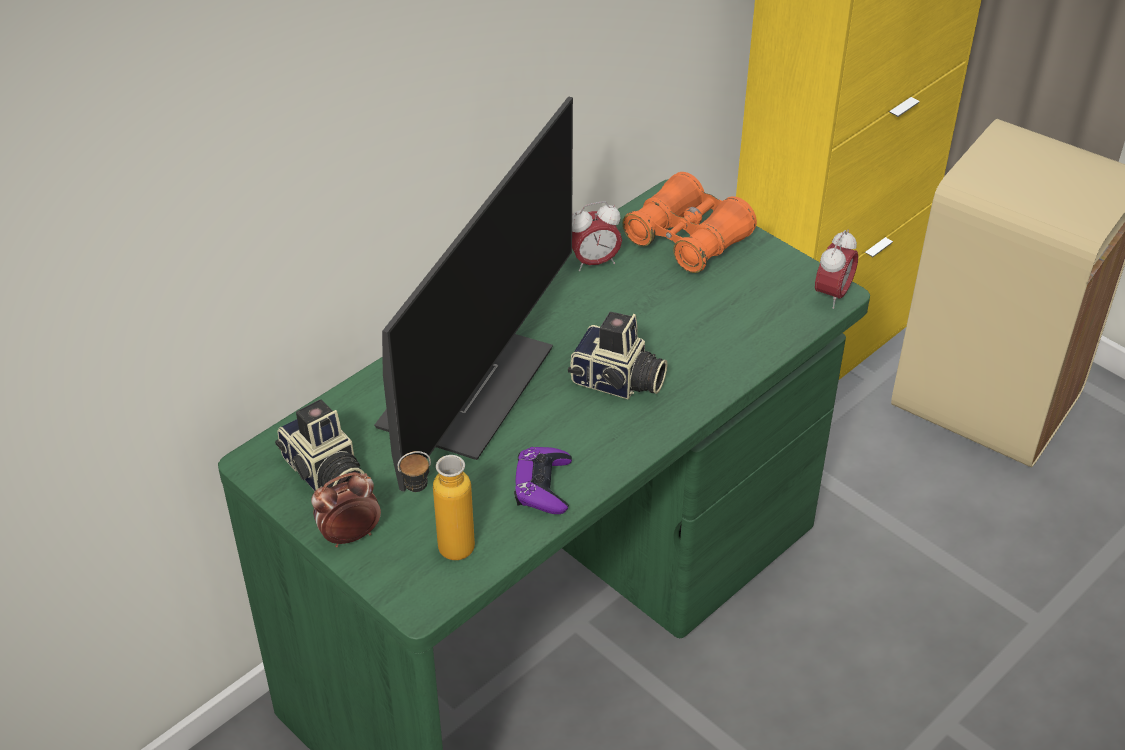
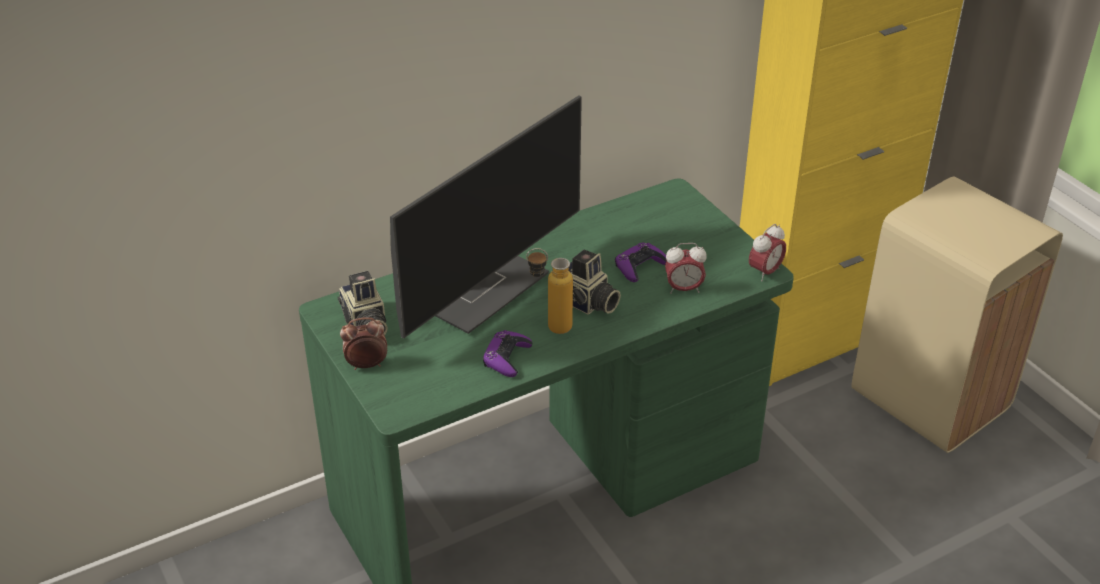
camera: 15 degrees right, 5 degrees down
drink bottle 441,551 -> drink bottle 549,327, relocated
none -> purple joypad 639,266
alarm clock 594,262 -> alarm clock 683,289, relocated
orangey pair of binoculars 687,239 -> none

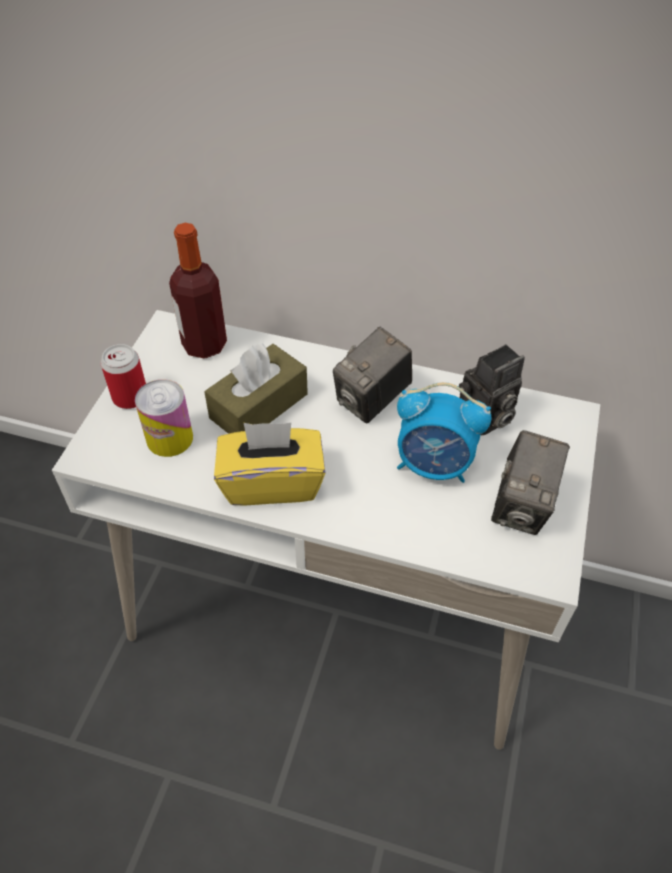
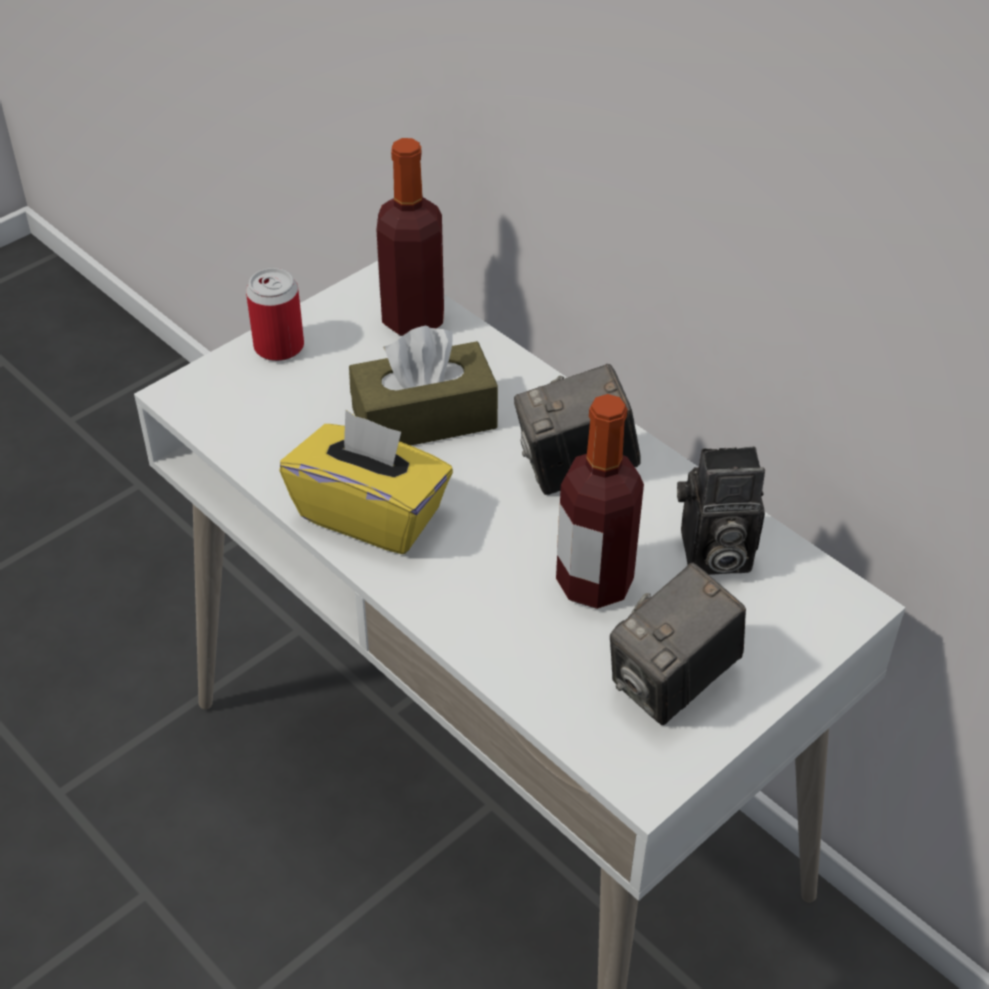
camera: 30 degrees right, 5 degrees down
alarm clock 434,465 -> drink bottle 594,583
can 169,438 -> none

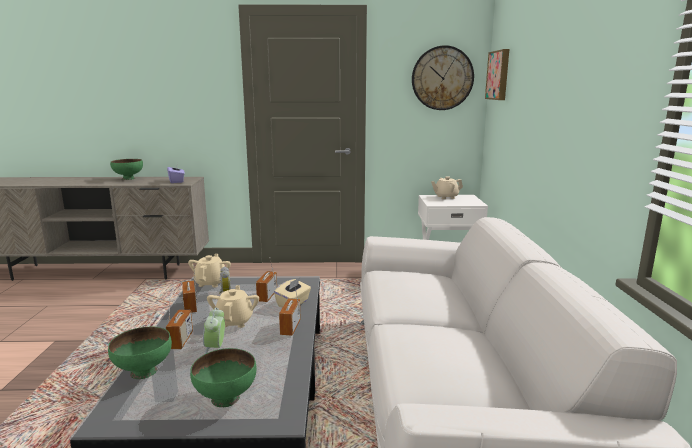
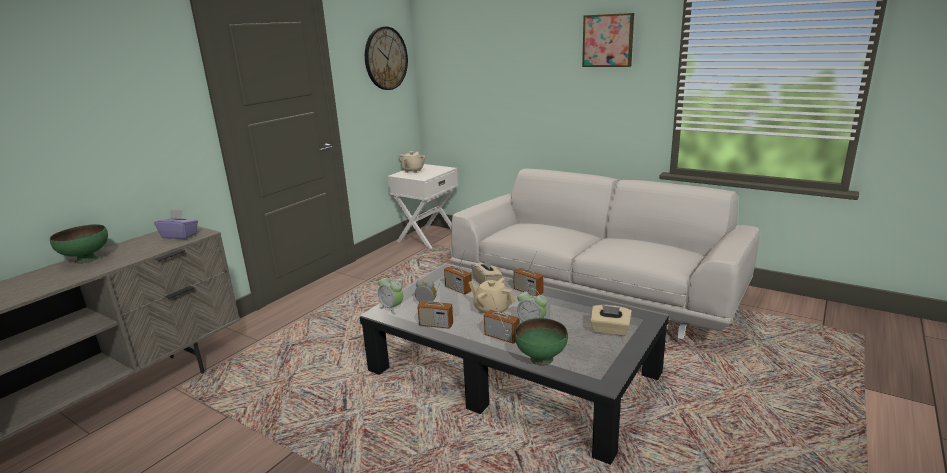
camera: 55 degrees left, 5 degrees up
sand-coloured pot for tea 211,283 -> alarm clock 391,308
wall art 499,75 -> wall art 608,40, relocated
green deep dish 226,398 -> sand-coloured box of tissues 610,330

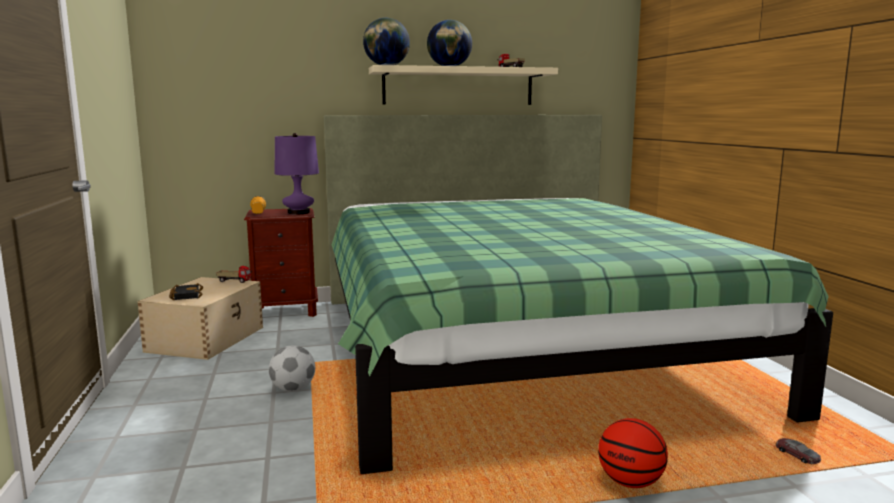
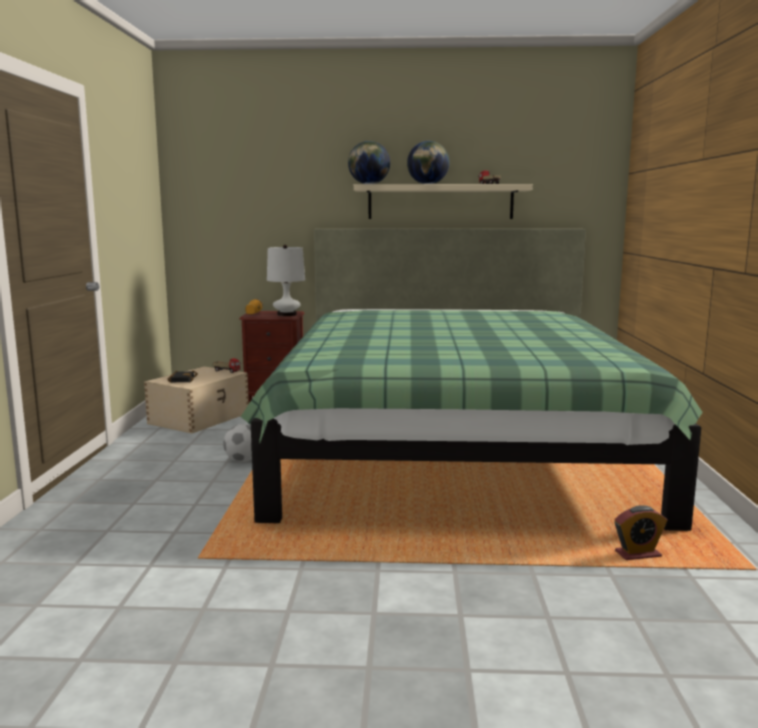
camera: 15 degrees right, 0 degrees up
purple table lamp 298,212 -> white table lamp 286,314
miniature car 797,455 -> alarm clock 638,554
basketball 630,482 -> none

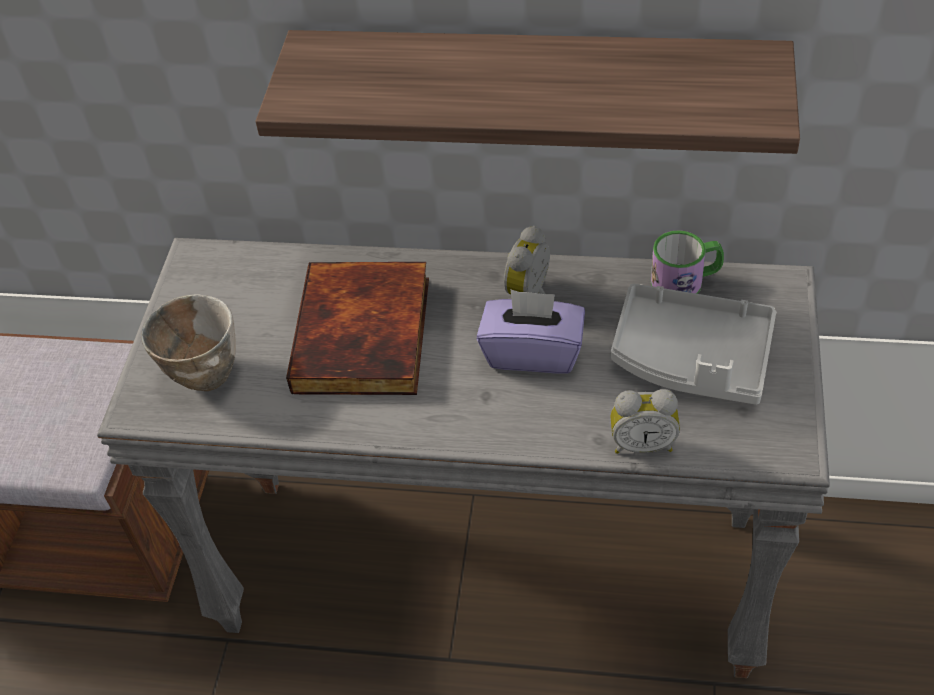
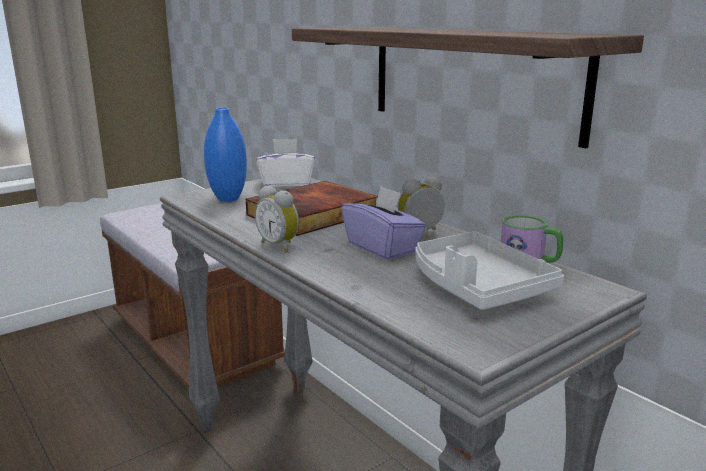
camera: 40 degrees right, 30 degrees down
deep dish 205,374 -> blue-coloured vase 228,199
alarm clock 642,443 -> alarm clock 280,245, relocated
none -> white box of tissues 286,183

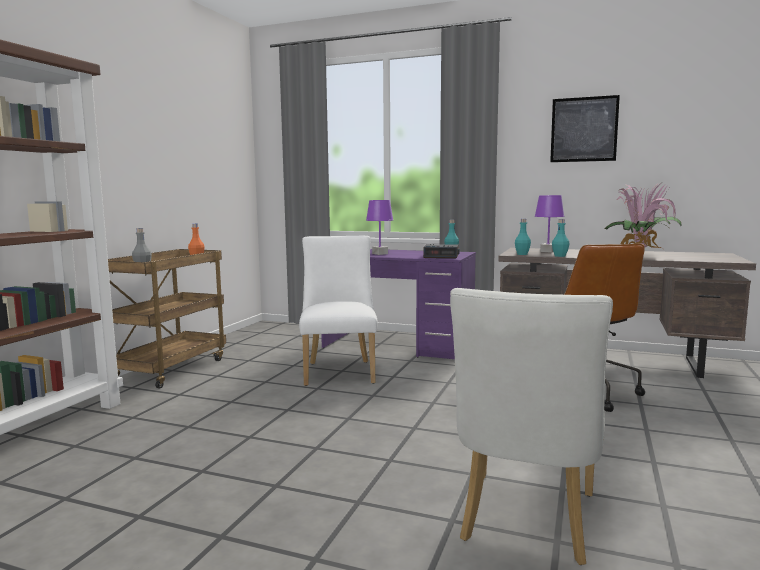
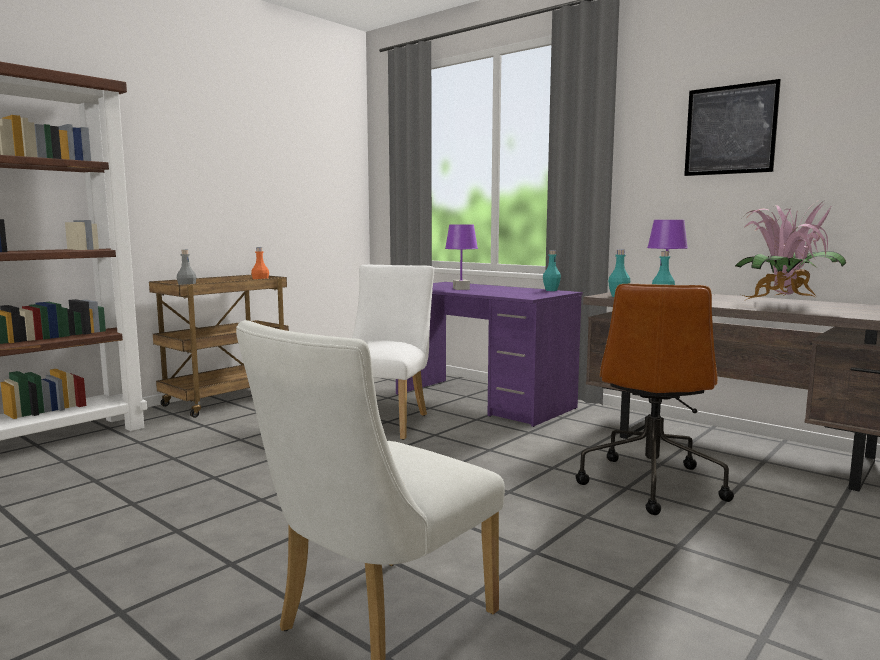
camera: 20 degrees right, 0 degrees up
alarm clock 441,256 -> none

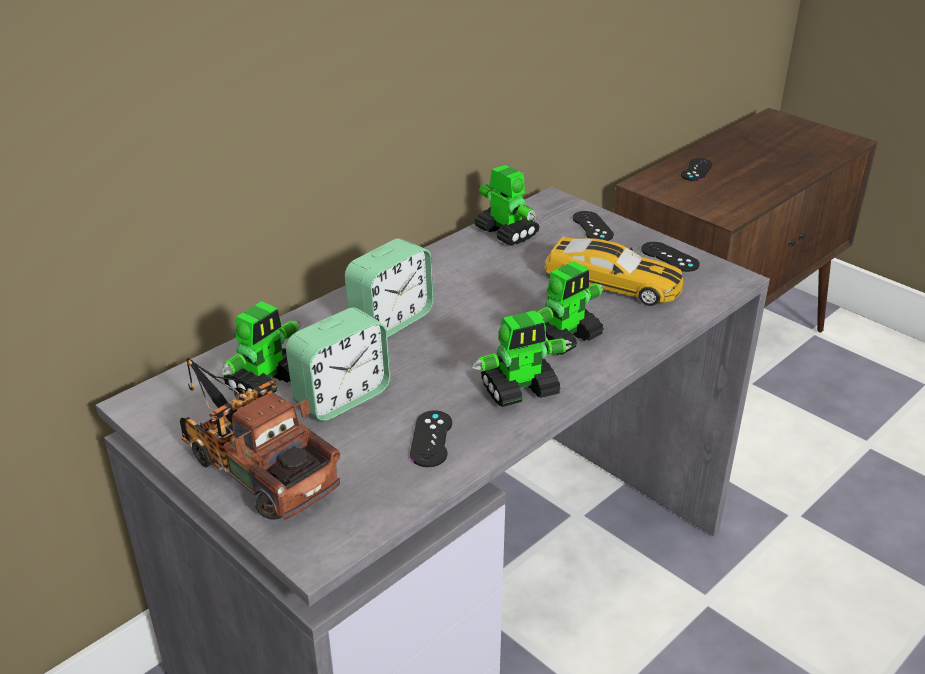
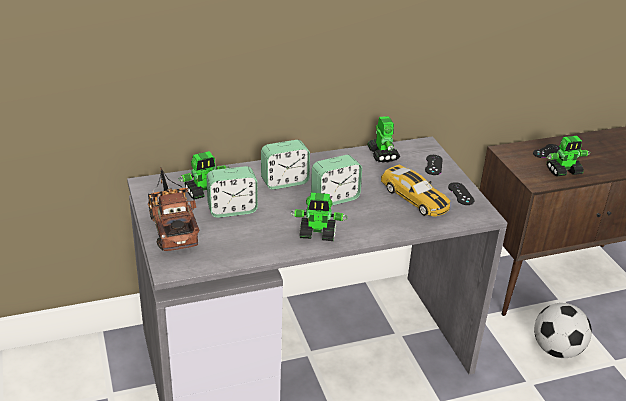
camera: 25 degrees right, 0 degrees up
none -> alarm clock 335,198
none -> football 556,350
toy robot 565,338 -> toy robot 564,171, relocated
black-coloured joypad 431,439 -> none

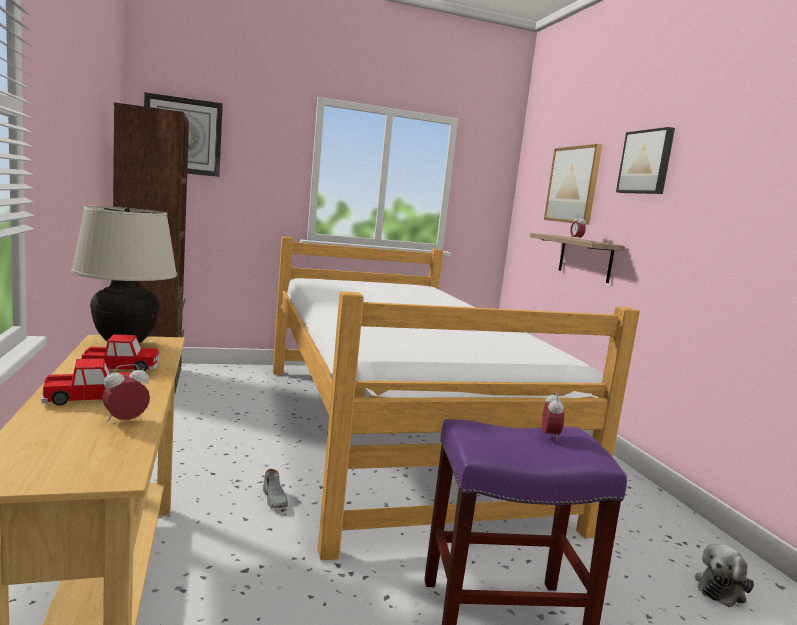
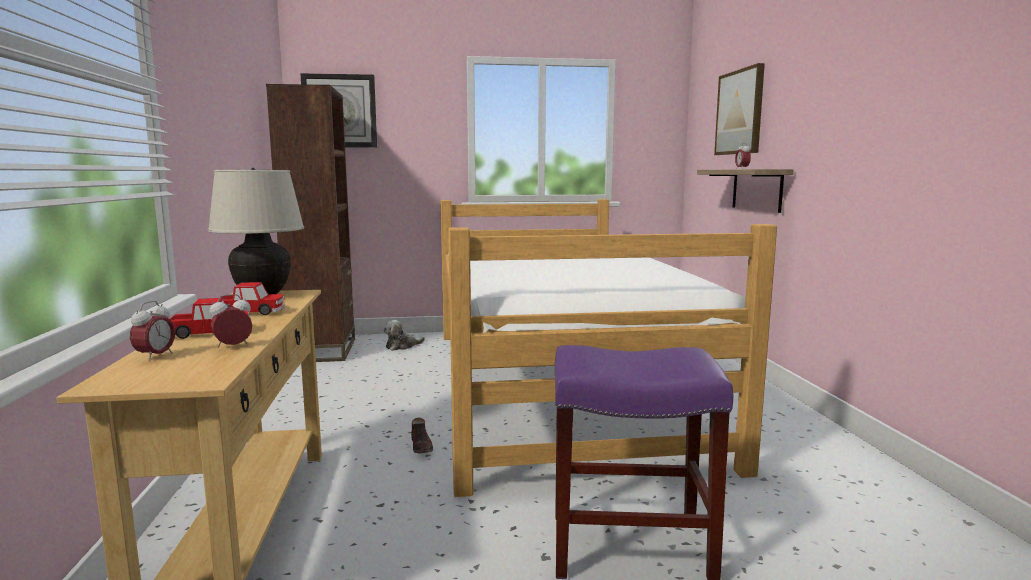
camera: 10 degrees right, 0 degrees up
alarm clock 549,436 -> alarm clock 155,357, relocated
cuddly toy 721,588 -> cuddly toy 402,346, relocated
gray low shoe 275,499 -> brown low shoe 421,446
wall art 646,162 -> none

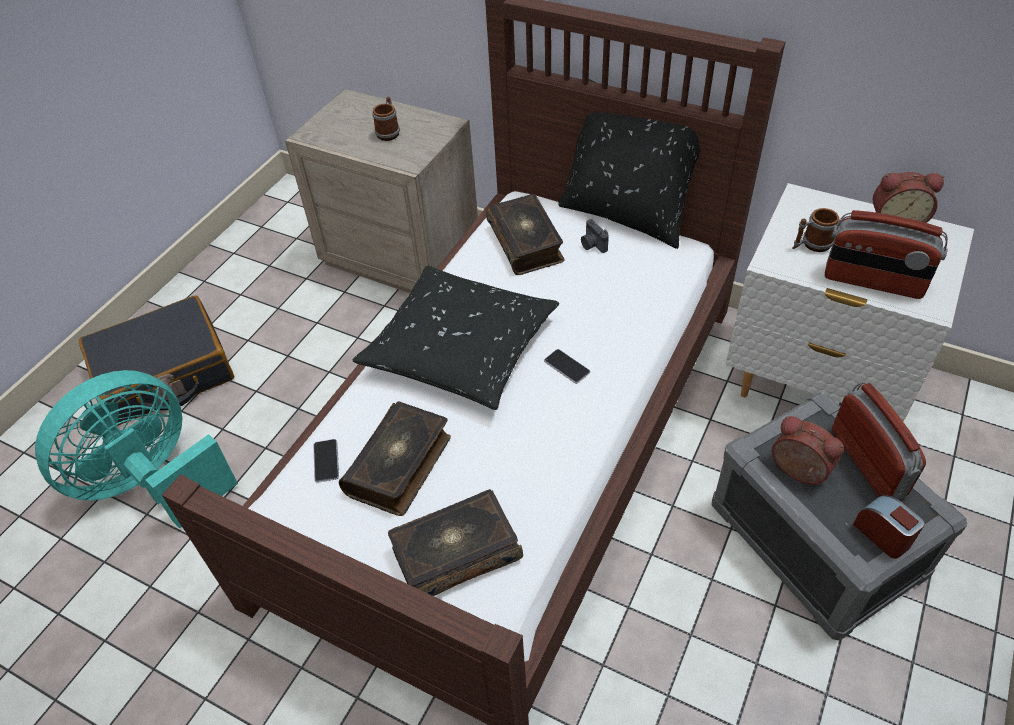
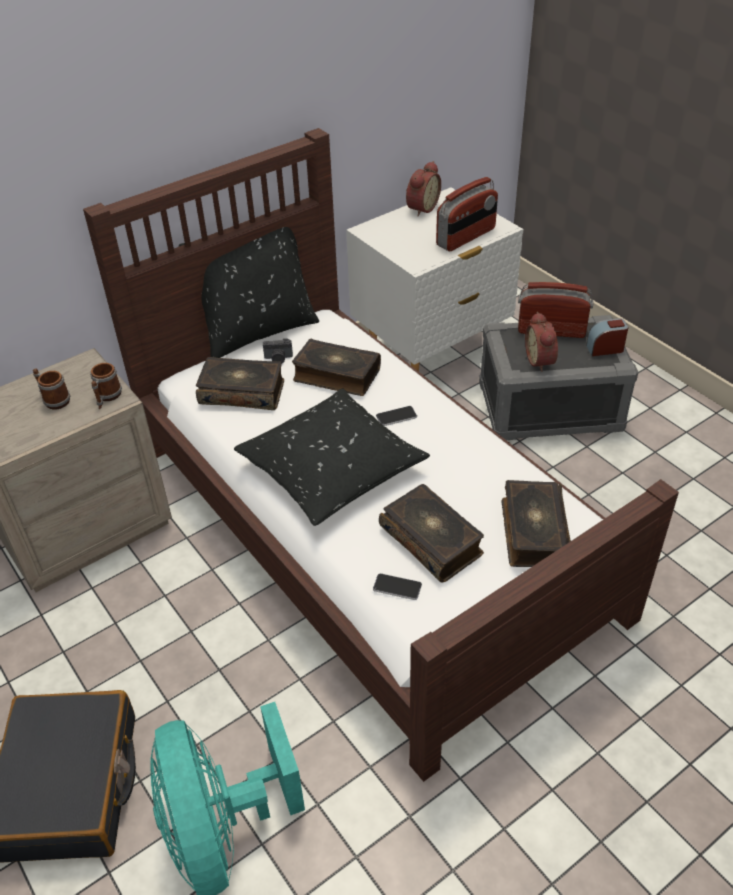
camera: 65 degrees left, 5 degrees down
mug 811,245 -> mug 107,397, relocated
none -> volume 336,375
alarm clock 797,472 -> alarm clock 541,360, 75 degrees counterclockwise

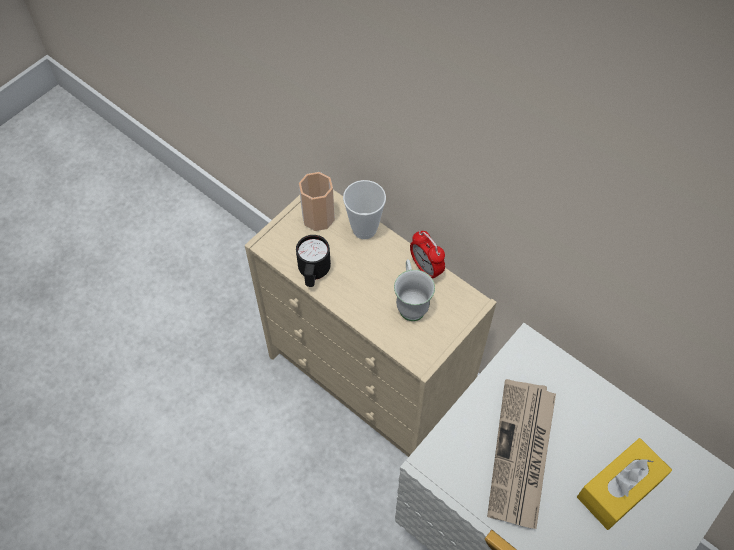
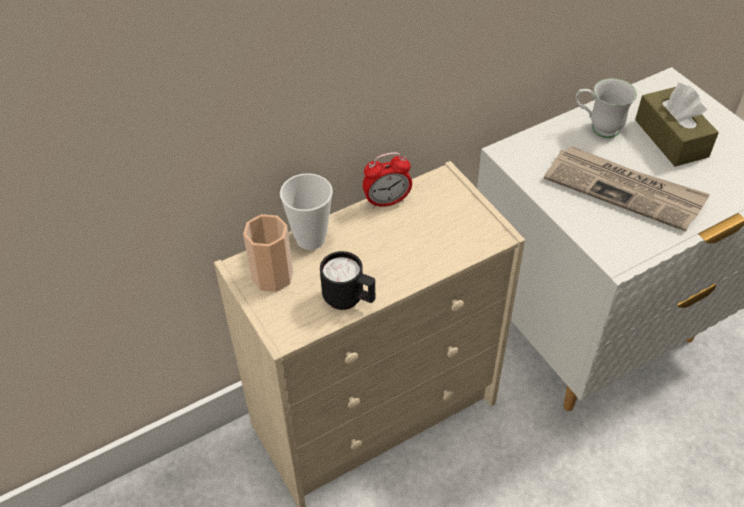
camera: 70 degrees left, 10 degrees down
white mug 410,303 -> white mug 597,128, relocated
yellowish box of tissues 619,489 -> brown box of tissues 671,138

